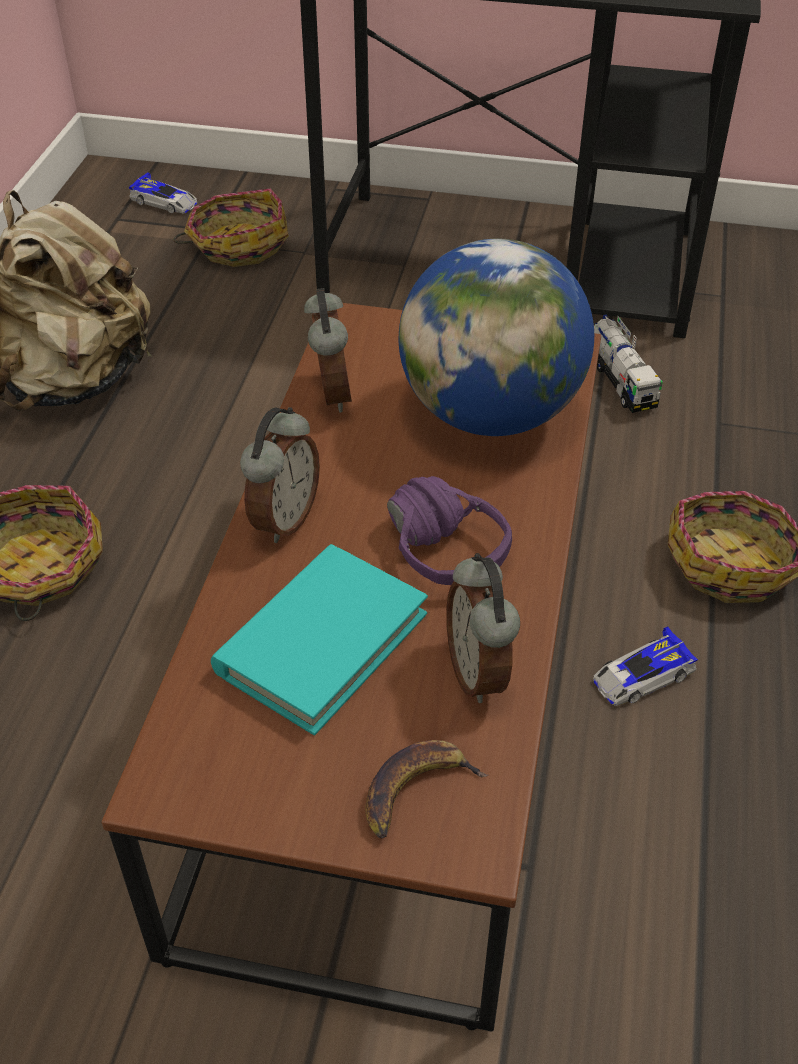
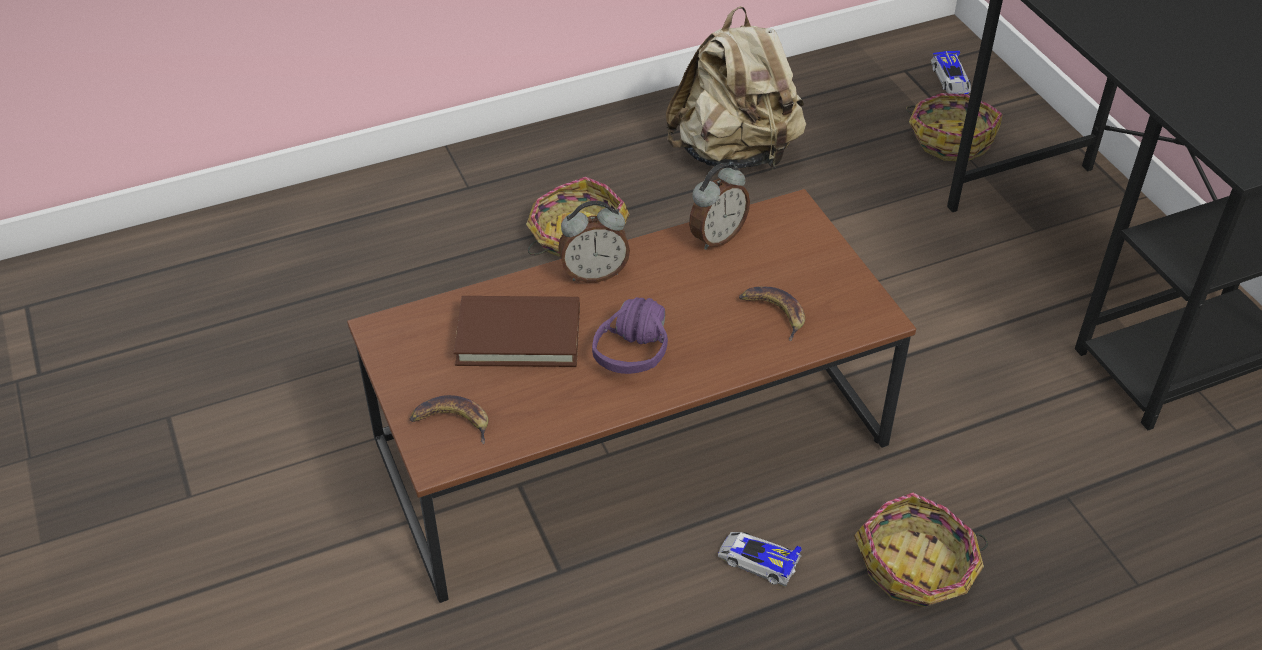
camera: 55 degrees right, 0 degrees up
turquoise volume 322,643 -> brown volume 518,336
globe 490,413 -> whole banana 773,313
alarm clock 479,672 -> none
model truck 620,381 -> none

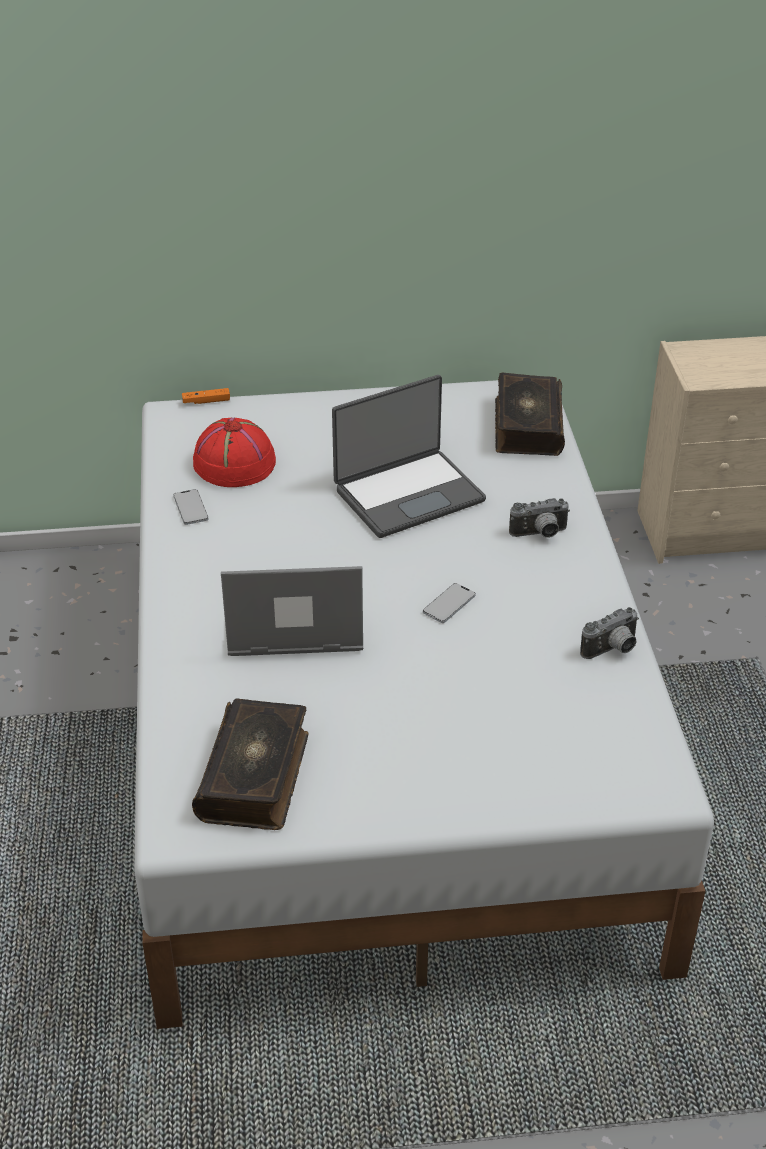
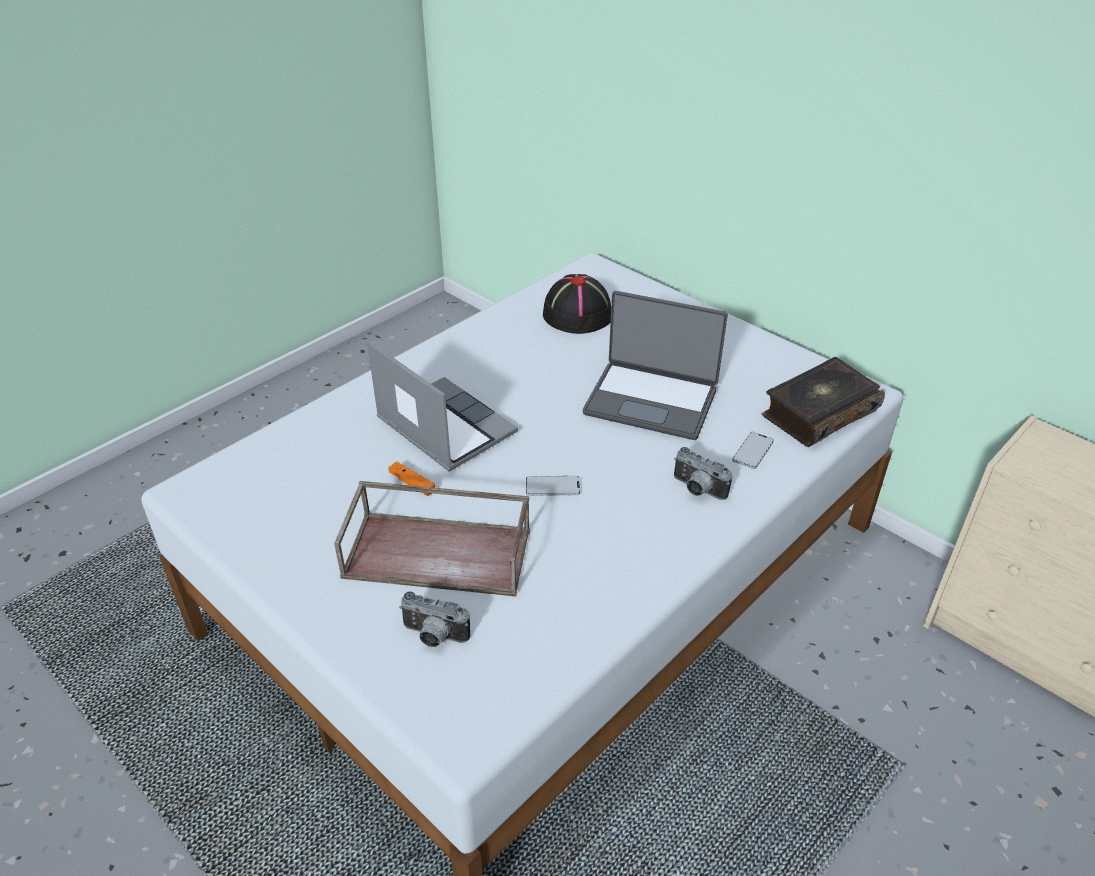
camera: 50 degrees right, 0 degrees up
none -> brown serving tray 440,552
orangey joypad 206,401 -> orangey joypad 412,483, relocated
photo camera 612,650 -> photo camera 433,636, relocated
red-coloured hat 233,463 -> black-coloured hat 577,314
phone 190,508 -> phone 753,451, relocated
volume 256,776 -> none

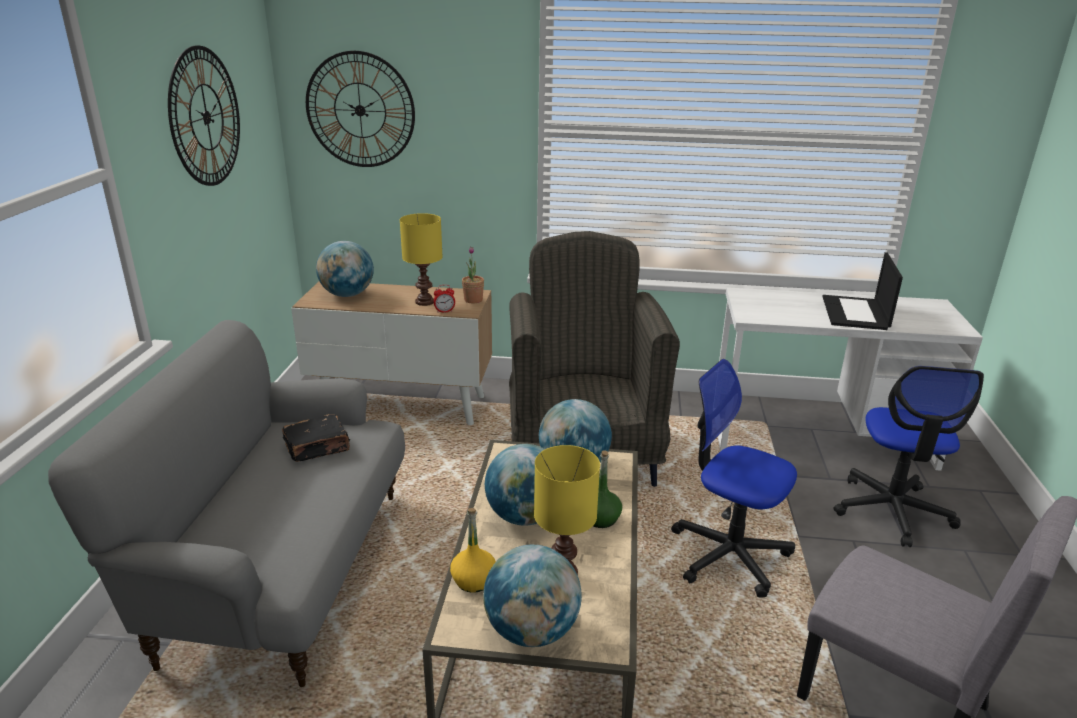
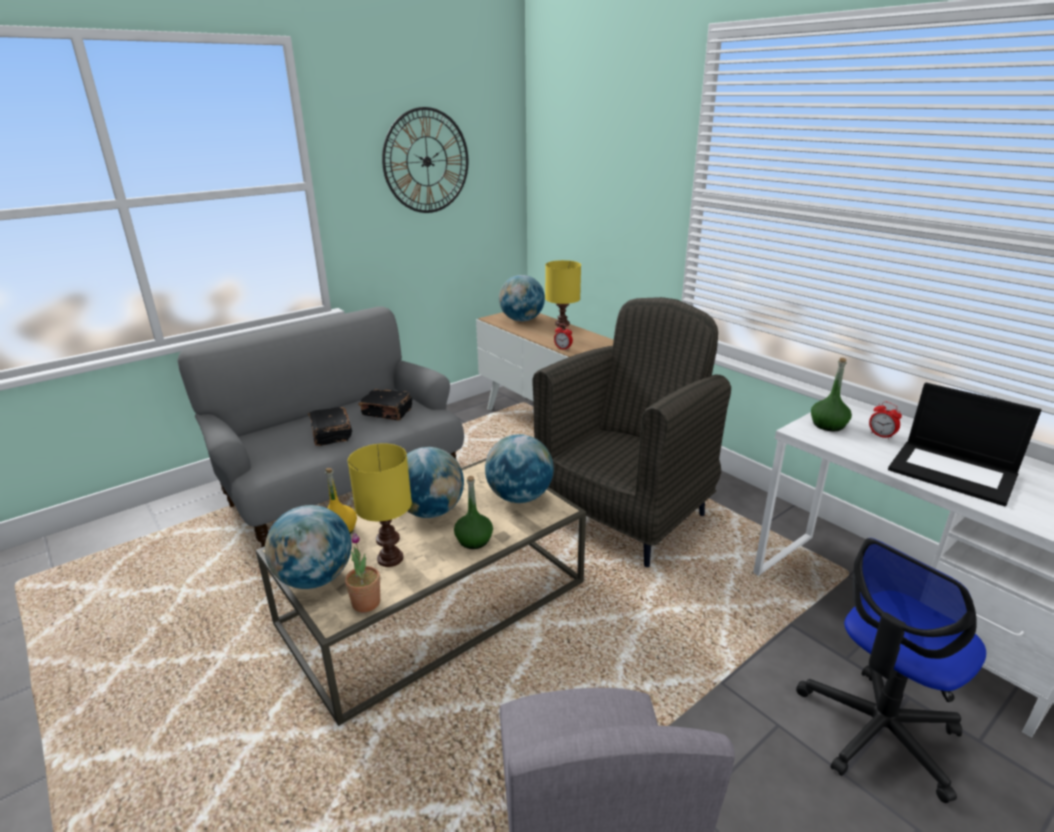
camera: 45 degrees right, 0 degrees up
none -> black-coloured volume 331,434
houseplant 473,300 -> houseplant 366,603, relocated
none -> green drink bottle 828,425
none -> alarm clock 881,435
notebook computer 856,313 -> notebook computer 954,472, 105 degrees counterclockwise
hanging clock 360,110 -> none
computer chair 729,554 -> none

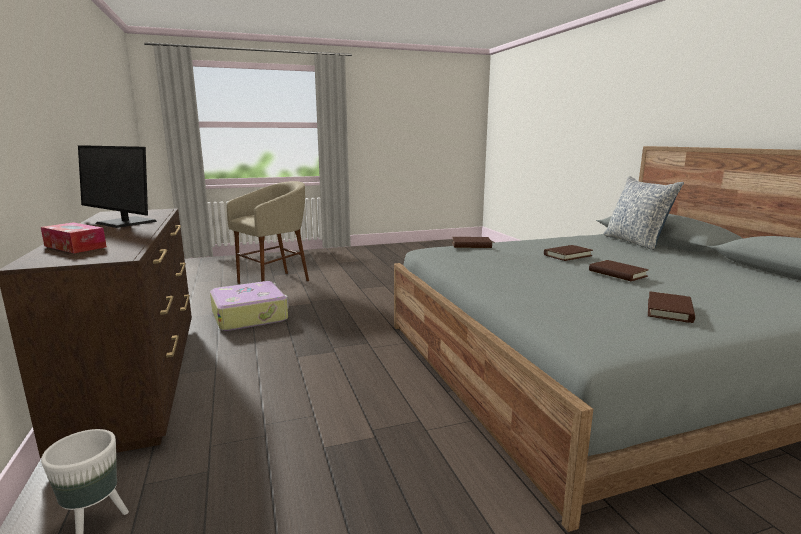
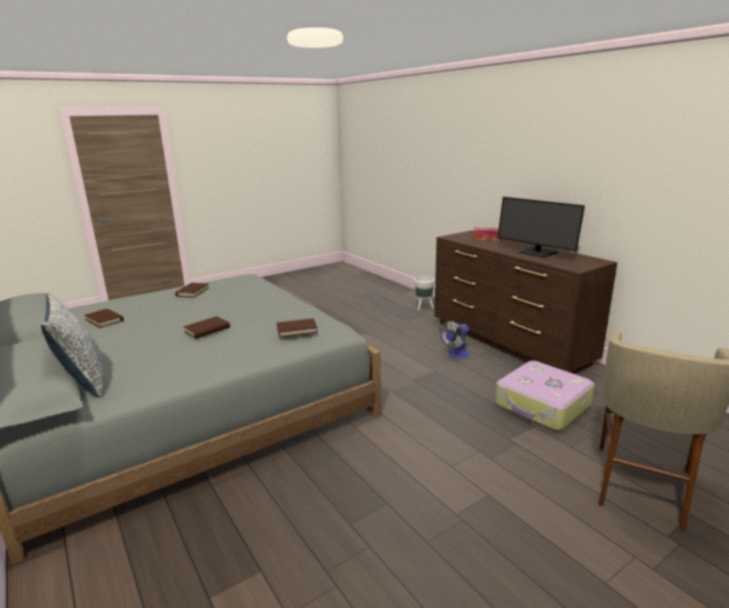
camera: 165 degrees right, 5 degrees up
brown volume 617,273 -> brown volume 104,320, relocated
none -> electric fan 456,355
computer display 124,223 -> computer display 537,253, 150 degrees counterclockwise

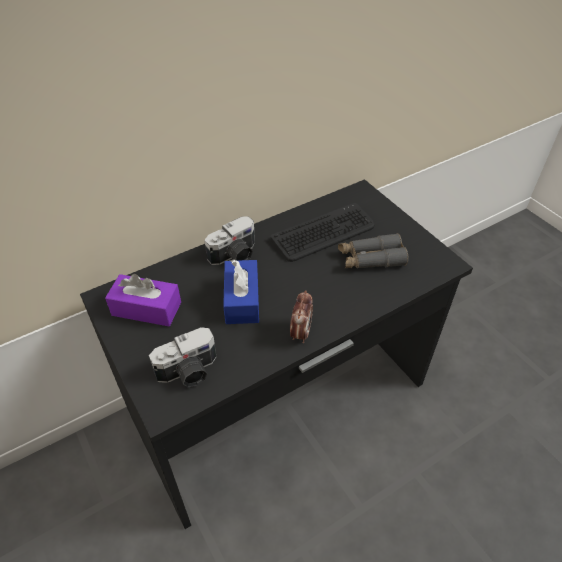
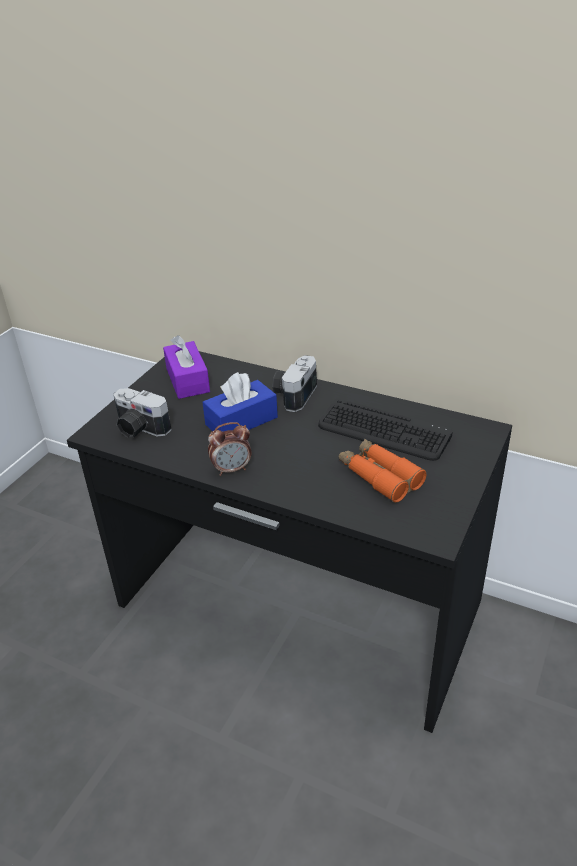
camera: 60 degrees right, 10 degrees down
photo camera 235,255 -> photo camera 293,394, 90 degrees clockwise
gray pair of binoculars 370,259 -> orangey pair of binoculars 379,476

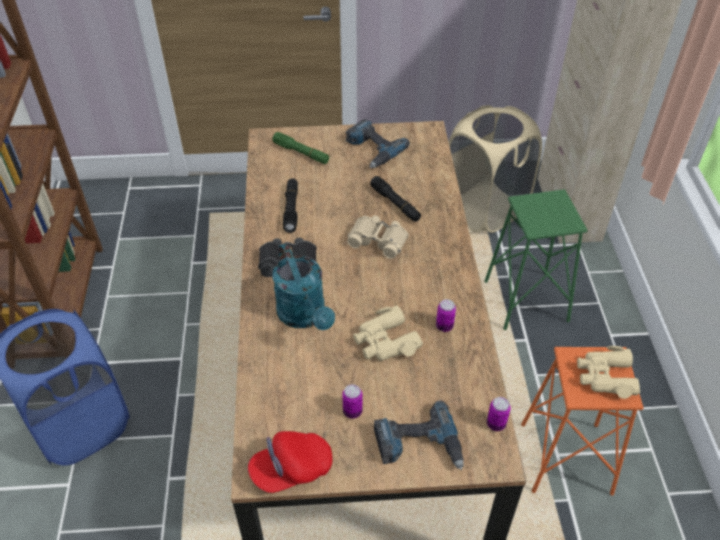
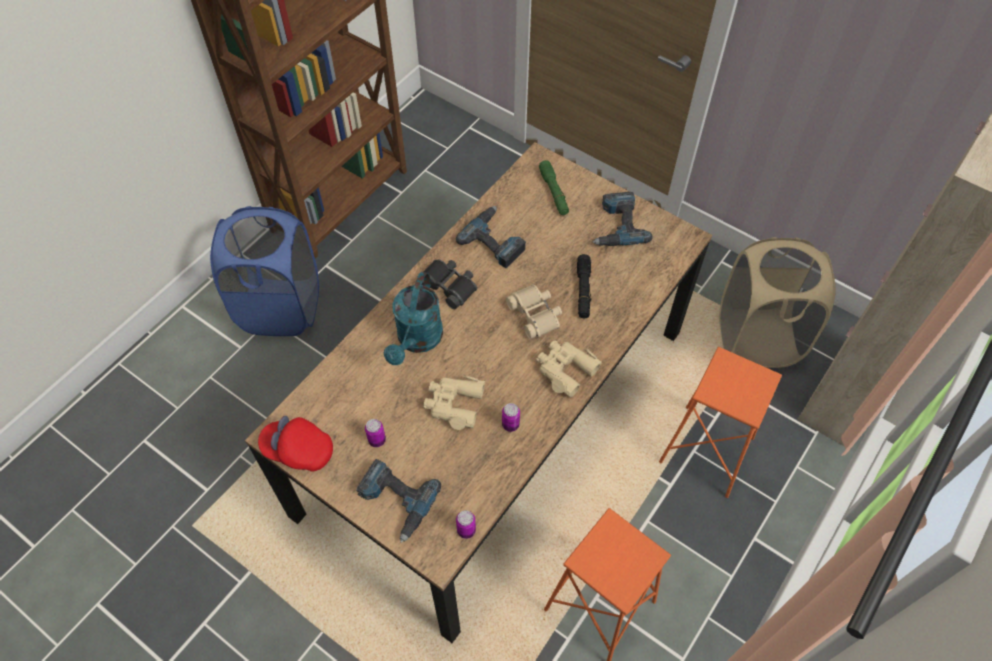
camera: 40 degrees right, 10 degrees up
black-coloured hand torch 291,209 -> electric drill 495,240
sand-coloured pair of binoculars 605,376 -> sand-coloured pair of binoculars 565,369, relocated
green sitting stool 526,301 -> orangey sitting stool 706,451

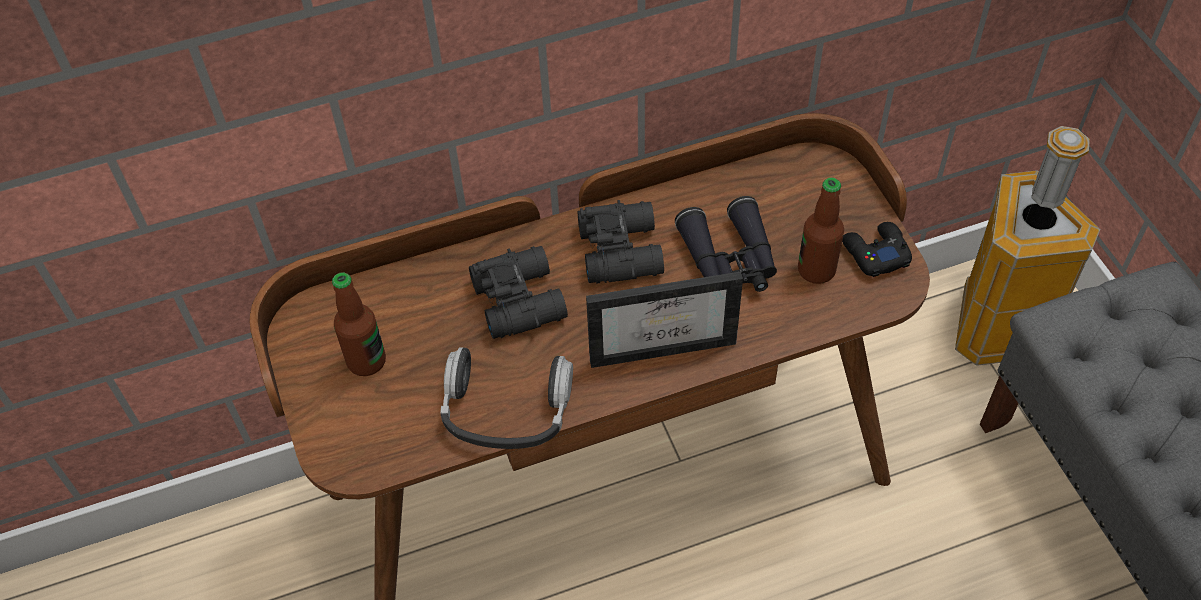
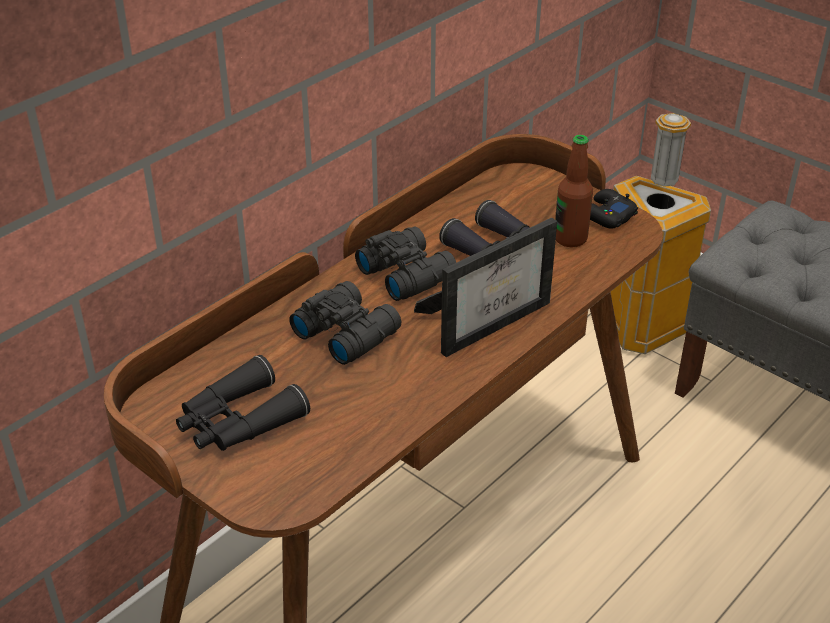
camera: 30 degrees left, 15 degrees down
drink bottle 366,361 -> black-coloured pair of binoculars 238,421
headphones 506,410 -> none

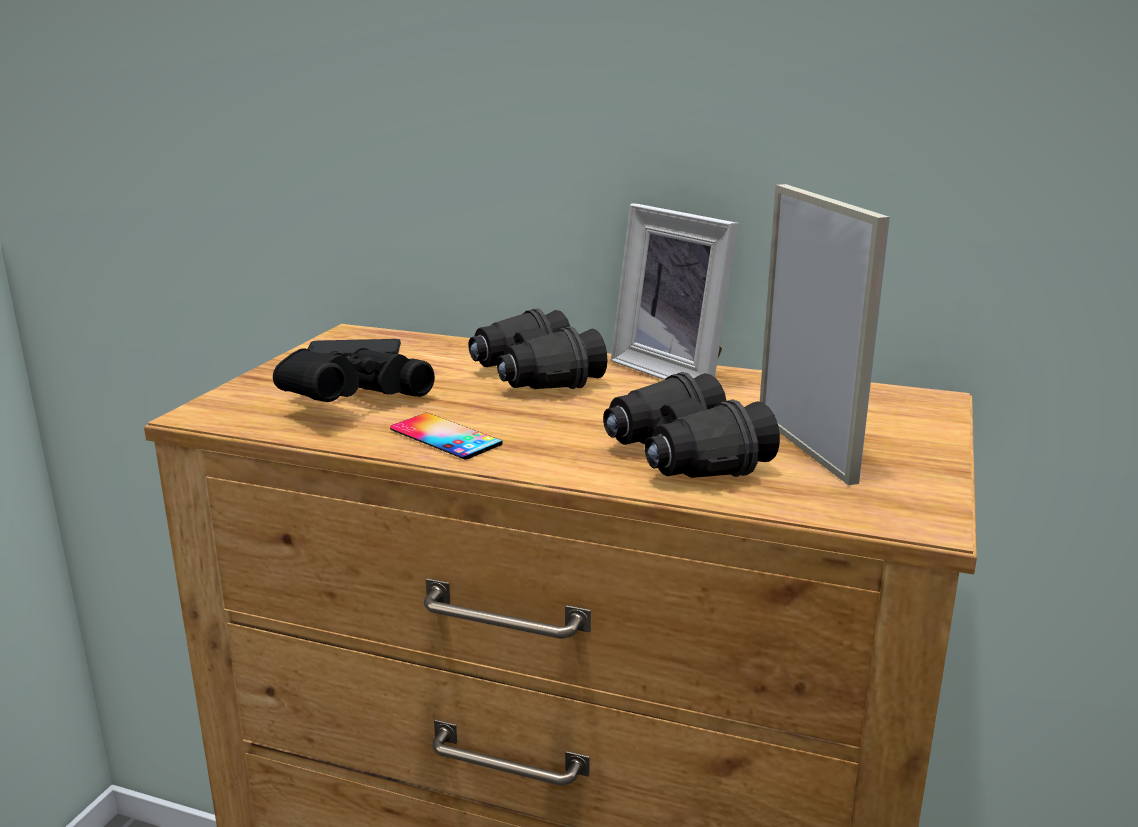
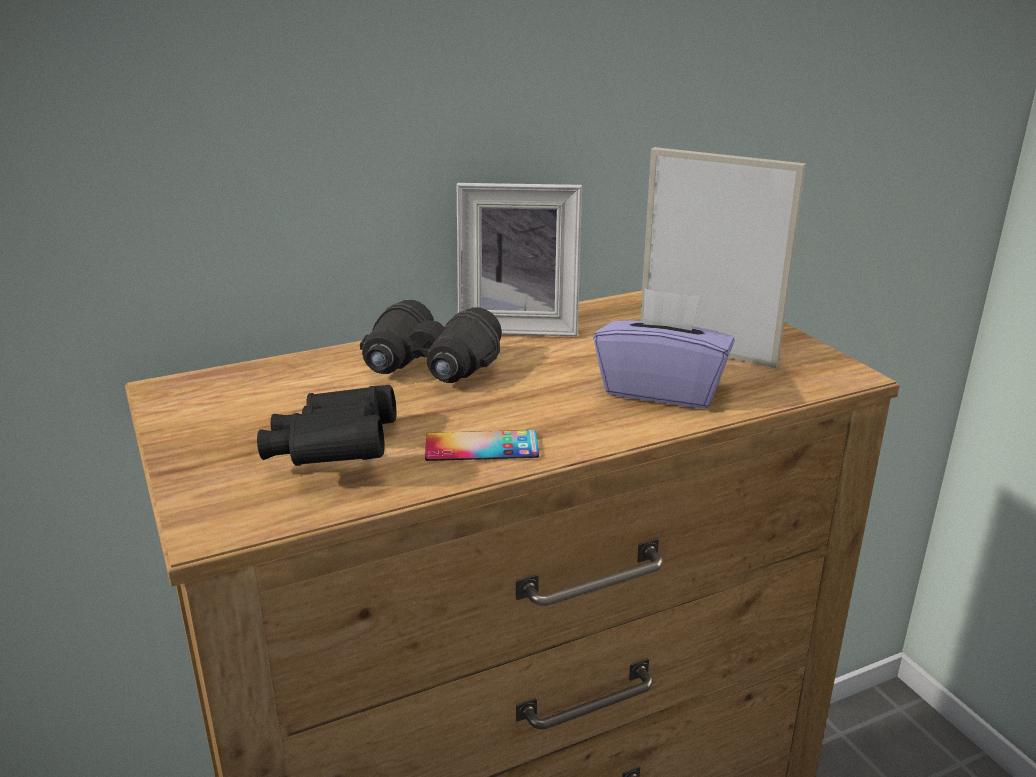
camera: 45 degrees left, 5 degrees up
black-coloured pair of binoculars 683,457 -> purple box of tissues 662,389
phone 354,350 -> none

